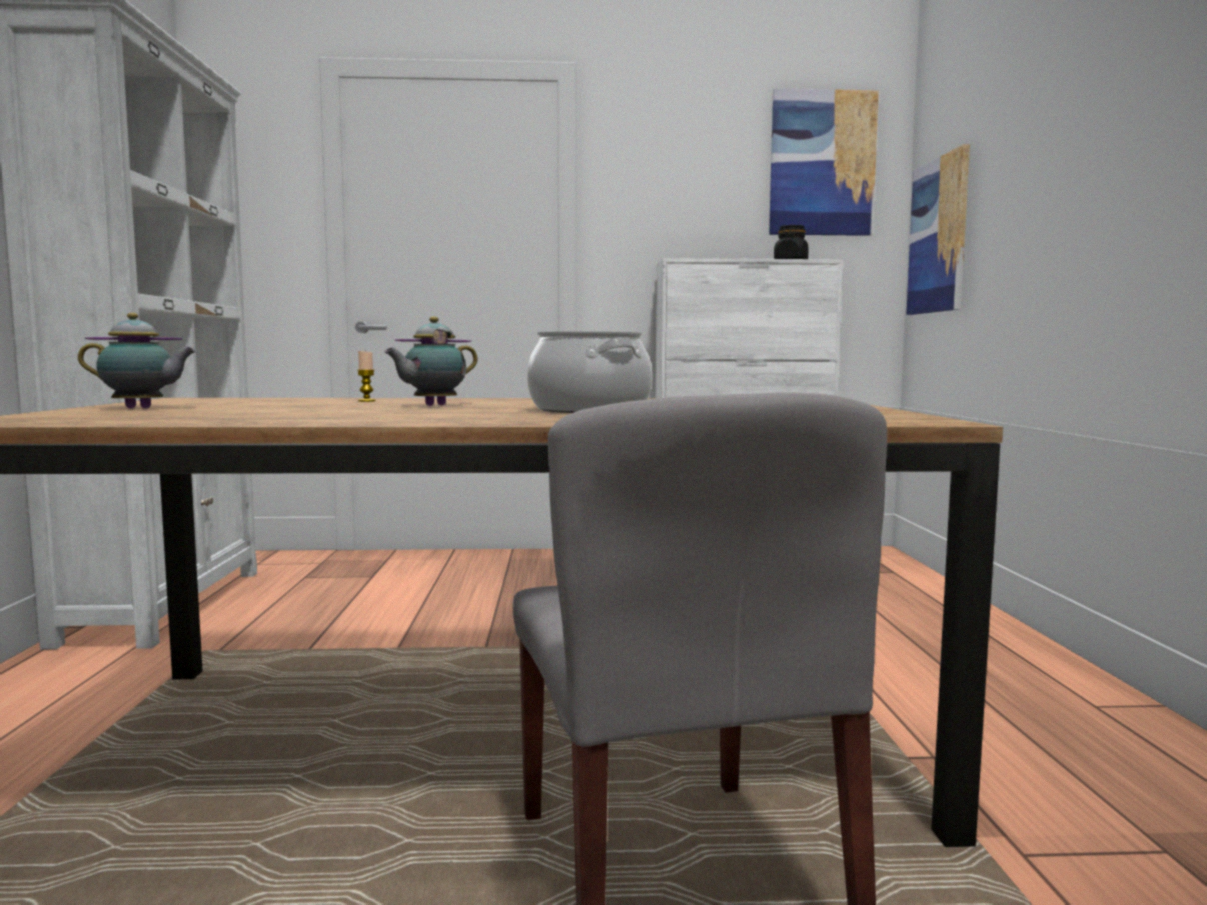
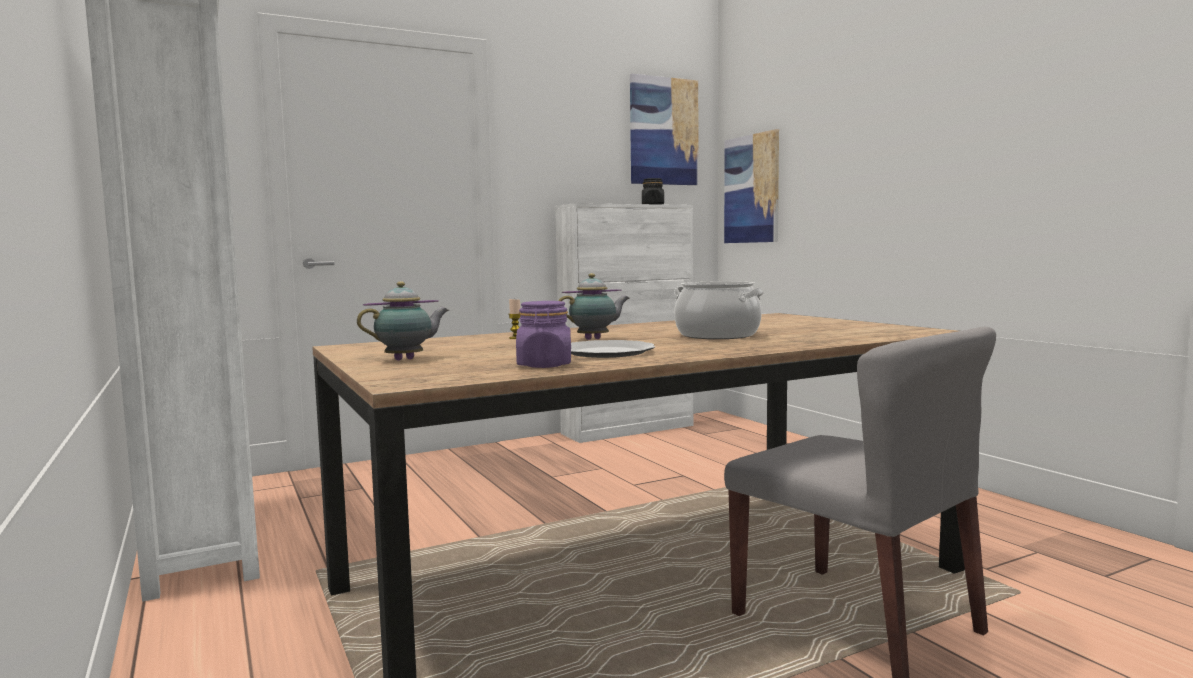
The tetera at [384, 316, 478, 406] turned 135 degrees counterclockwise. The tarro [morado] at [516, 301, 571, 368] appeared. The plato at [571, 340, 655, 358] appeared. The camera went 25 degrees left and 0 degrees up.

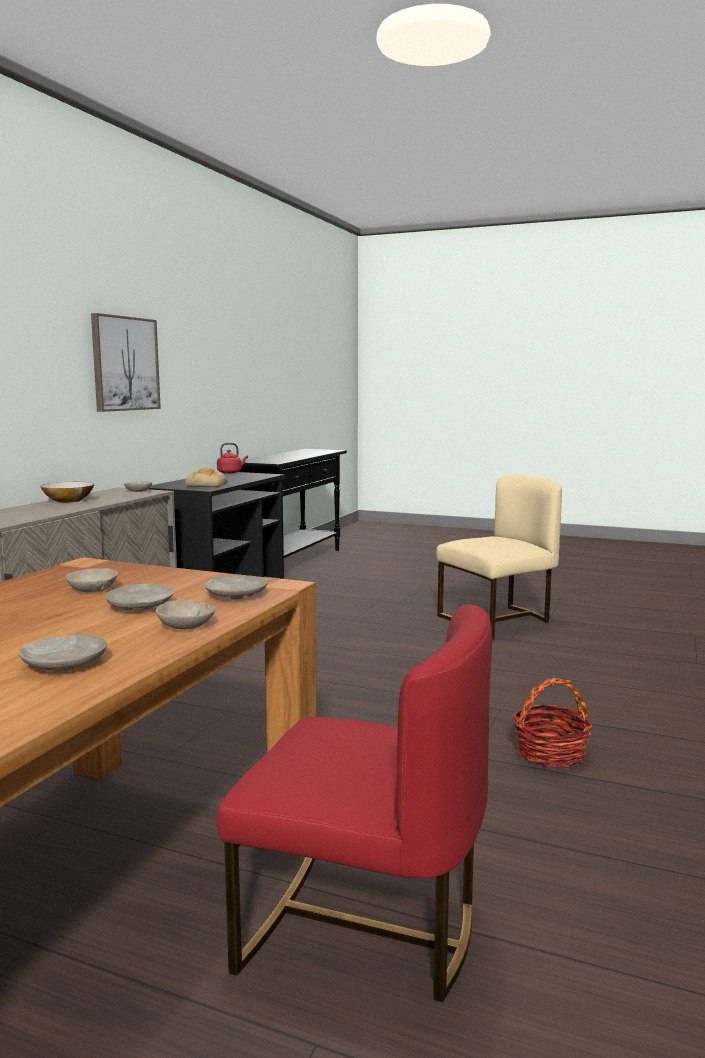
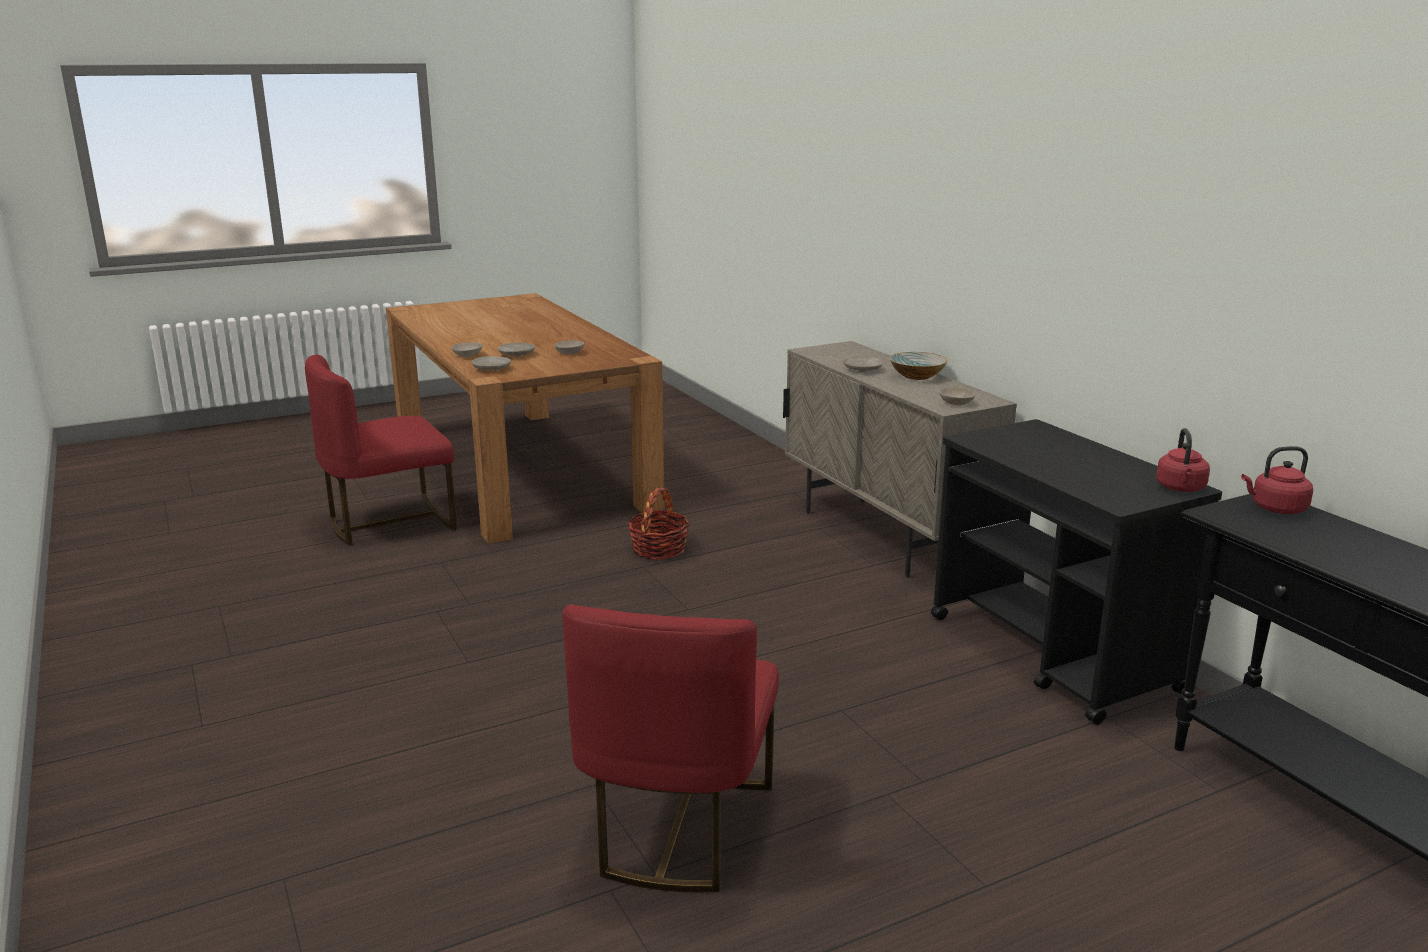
The cuadro at [91, 313, 161, 412] disappeared. The pan at [185, 468, 228, 487] disappeared. The silla [beis] at [436, 475, 562, 640] became the silla [rojo] at [562, 604, 779, 892]. The plato [beis] moved from [19, 634, 107, 671] to [843, 356, 883, 372]. The cesta moved from [513, 678, 593, 768] to [627, 487, 690, 560]. The hervidor [rojo] at [1241, 446, 1313, 514] appeared. The camera went 130 degrees right and 10 degrees up.

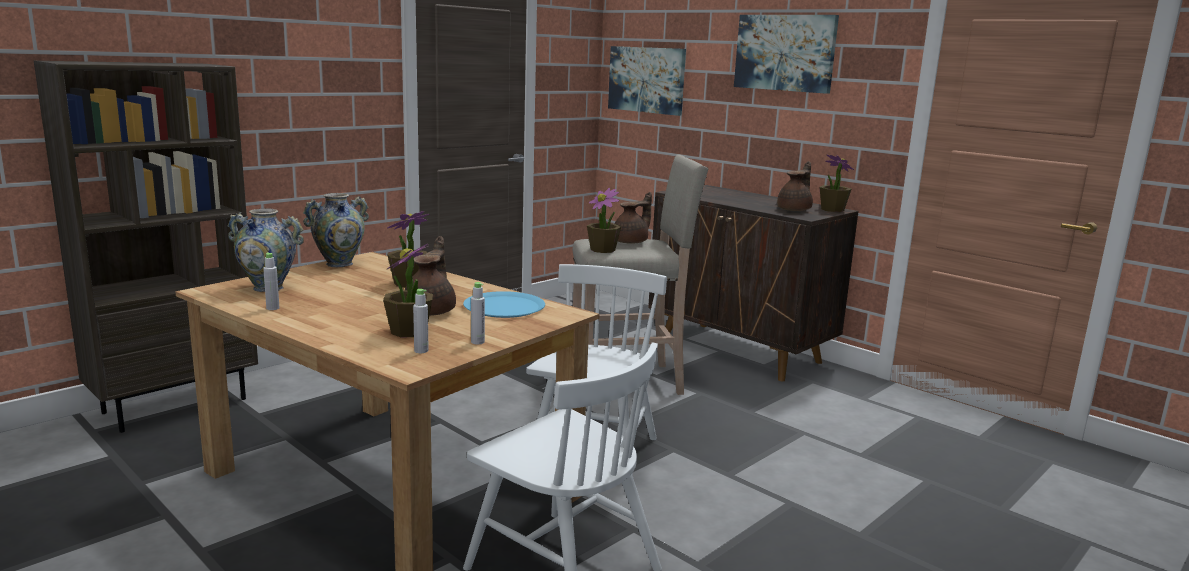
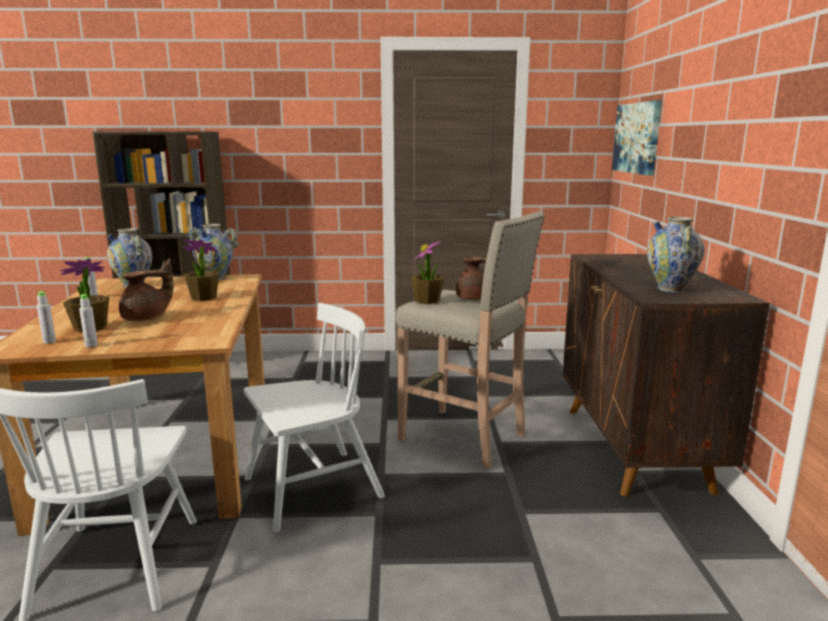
The cuadro at [734, 15, 839, 94] disappeared. The planta en maceta at [819, 155, 854, 212] disappeared. The tetera [marrón] at [777, 161, 813, 211] was replaced by the florero at [647, 217, 704, 293]. The plato [azul] at [463, 291, 545, 318] disappeared. The camera went 45 degrees right and 0 degrees up.

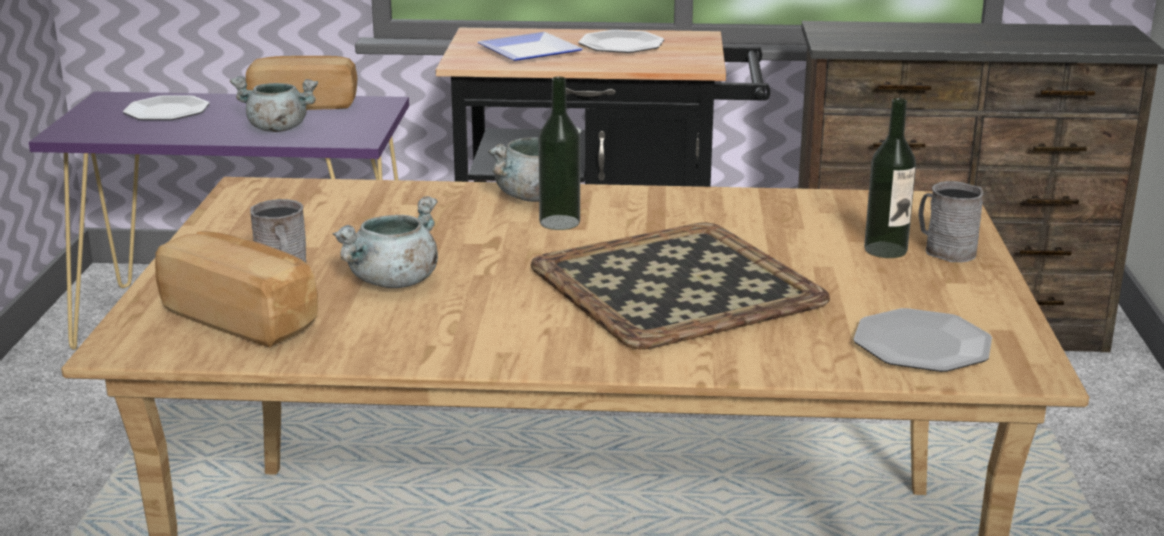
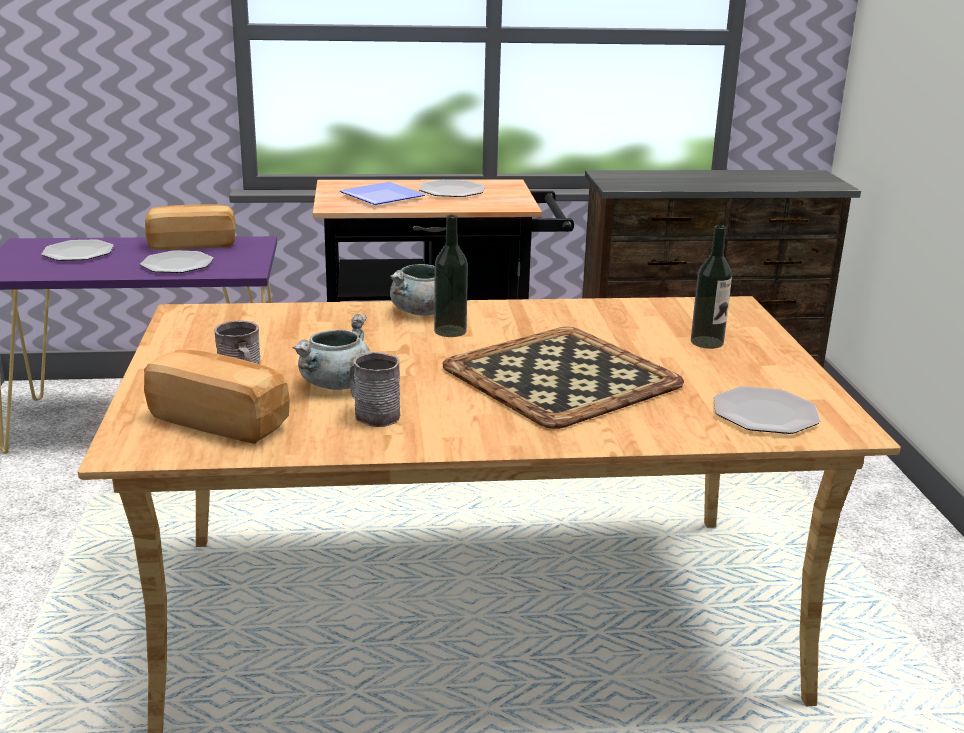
The olla [gris] at [230, 76, 318, 132] was replaced by the plato at [140, 250, 214, 273]. The taza grande [gris] moved from [919, 181, 983, 262] to [349, 352, 400, 427]. The camera went 10 degrees left and 0 degrees up.

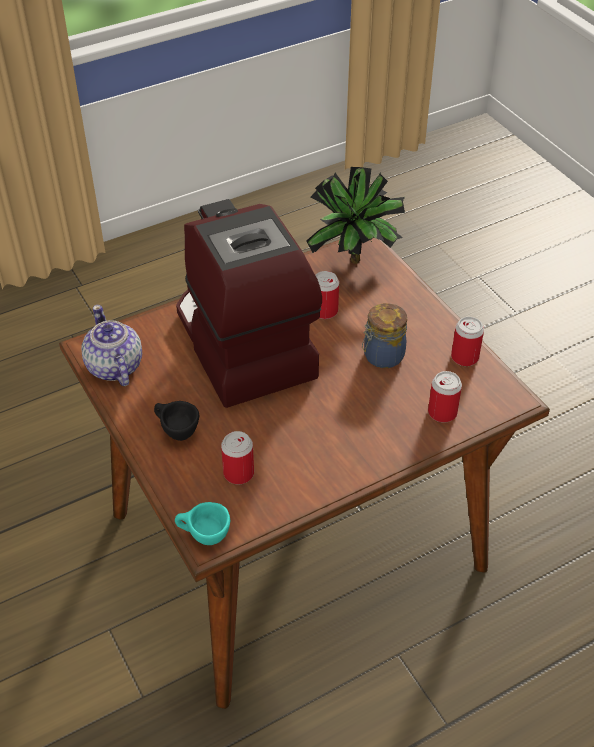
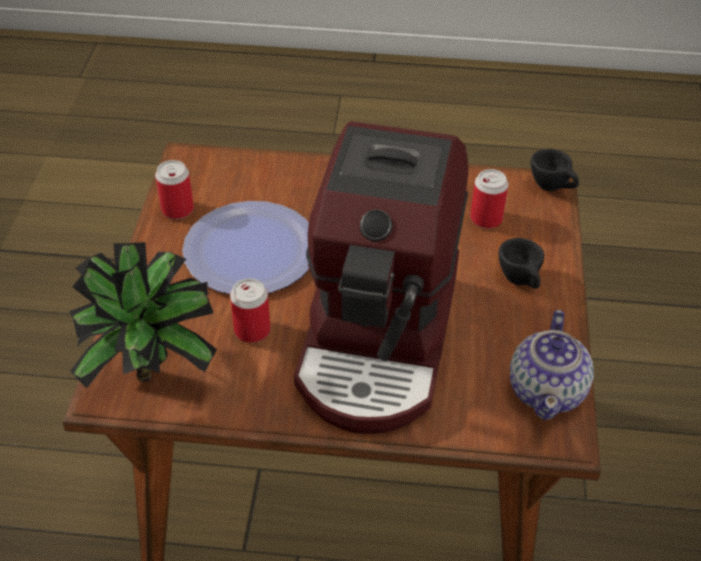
The tarro at [362, 303, 407, 368] was replaced by the plato at [182, 201, 309, 294]. The lata at [428, 371, 462, 423] disappeared. The taza [turquesa] at [175, 502, 230, 545] became the taza [negro] at [530, 149, 579, 191]. The camera went 145 degrees left and 0 degrees up.

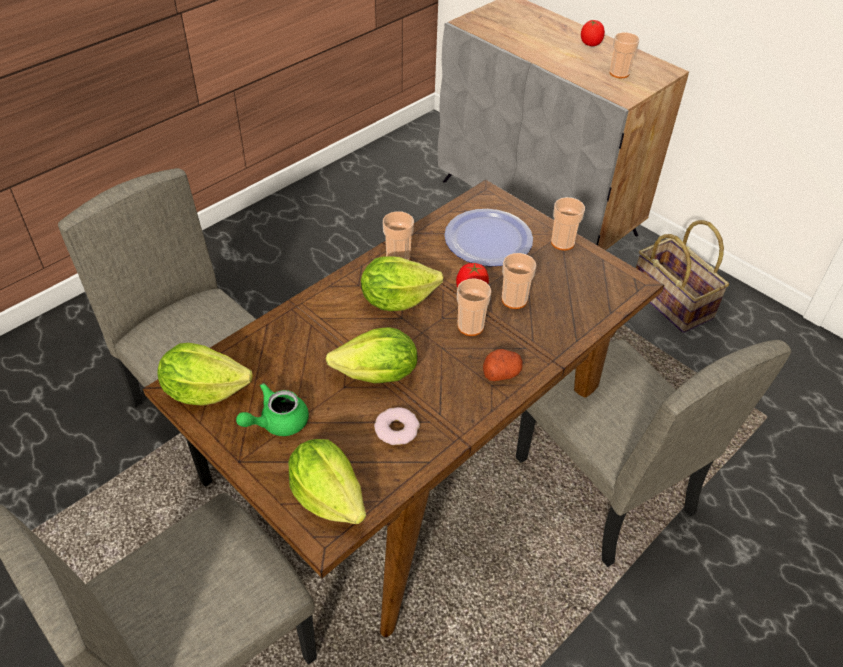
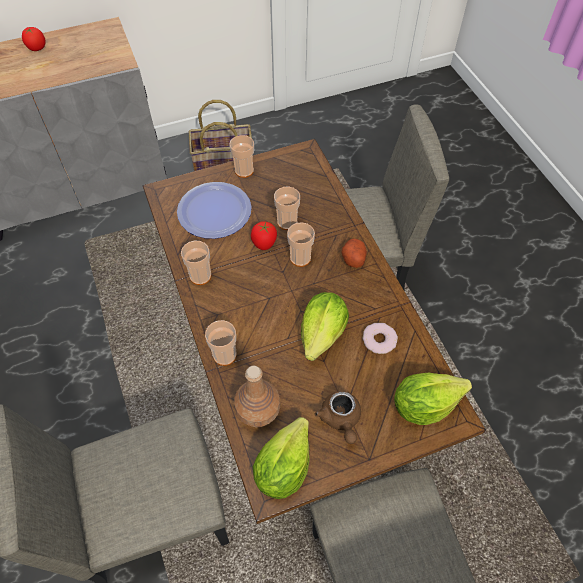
The taza moved from [610, 32, 640, 78] to [205, 320, 237, 366]. The lechuga at [361, 256, 444, 311] disappeared. The tetera [verde] at [236, 383, 309, 436] became the tetera [marrón] at [314, 391, 361, 444]. The botella [marrón] at [234, 366, 280, 428] appeared. The camera went 65 degrees left and 10 degrees up.

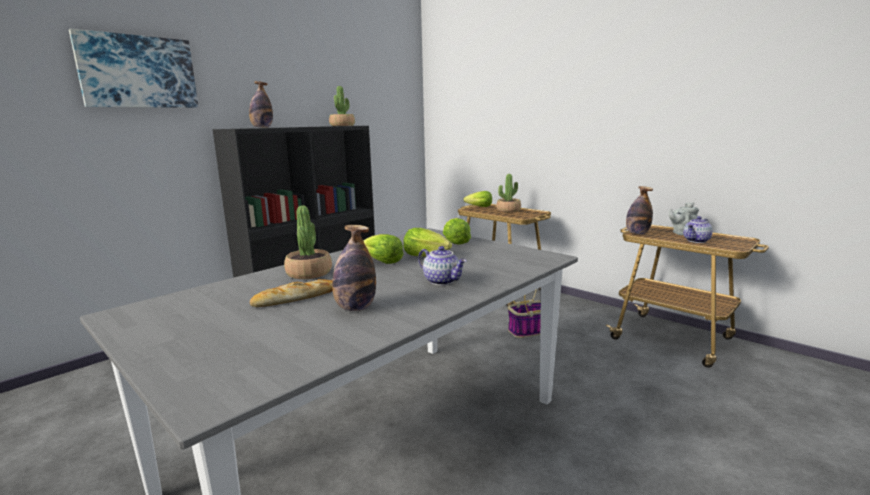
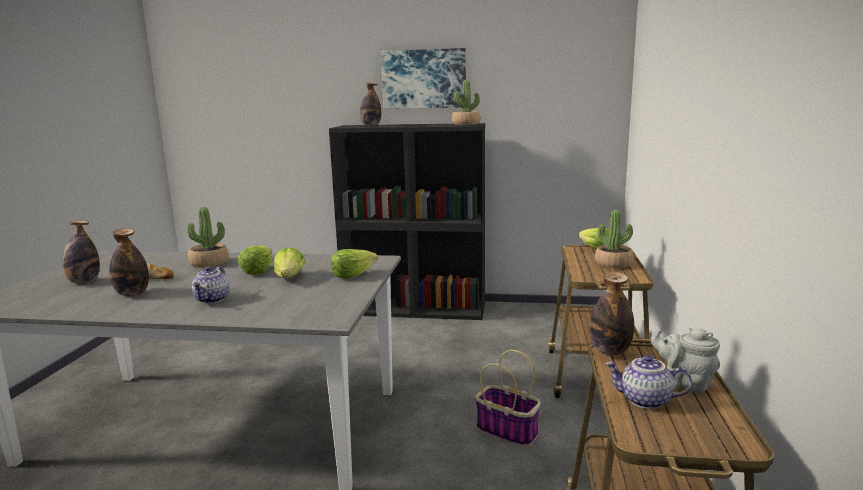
The cuadro moved from [69, 29, 199, 108] to [381, 48, 466, 109]. The botella at [63, 221, 100, 284] appeared. The camera went 55 degrees right and 0 degrees up.

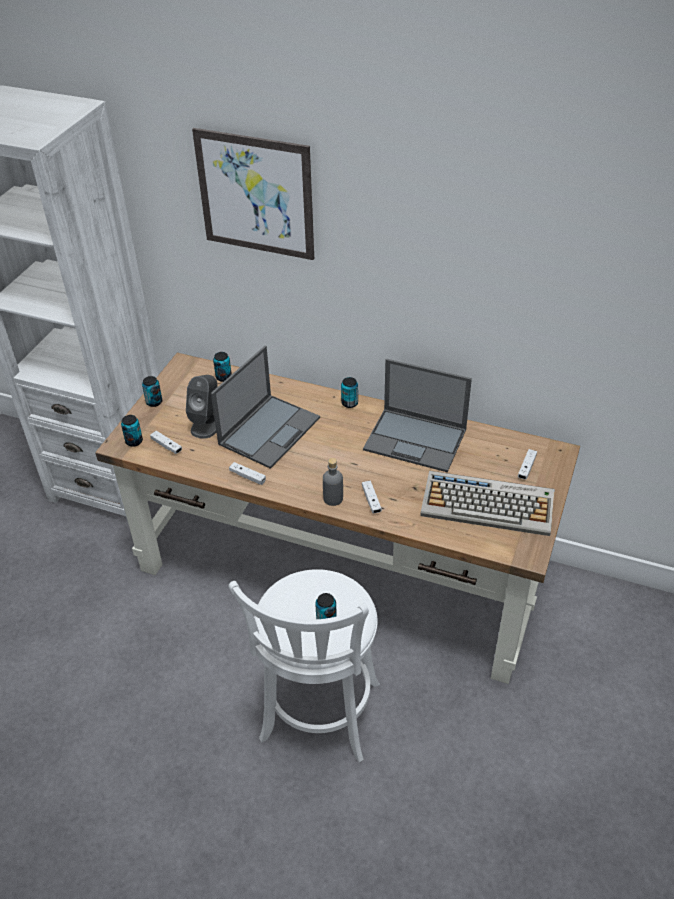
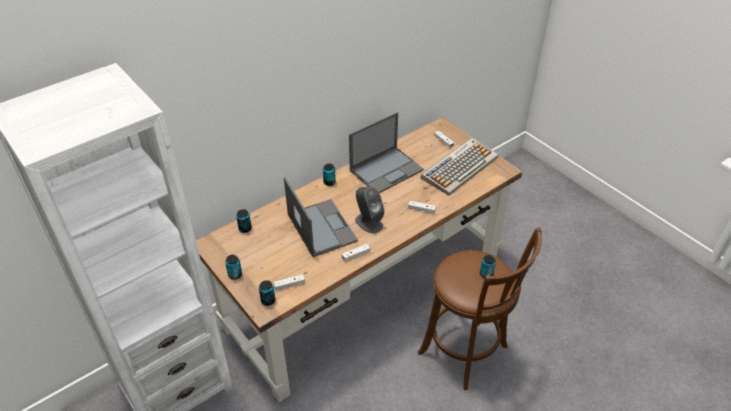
The cuadro at [192, 128, 314, 260] disappeared. The altavoz [gris] moved from [186, 375, 218, 439] to [355, 187, 385, 233]. The botella [gris] at [323, 458, 343, 506] disappeared. The taburete [blanco] at [229, 569, 380, 763] became the taburete [marrón] at [418, 228, 542, 390]. The camera went 60 degrees left and 0 degrees up.

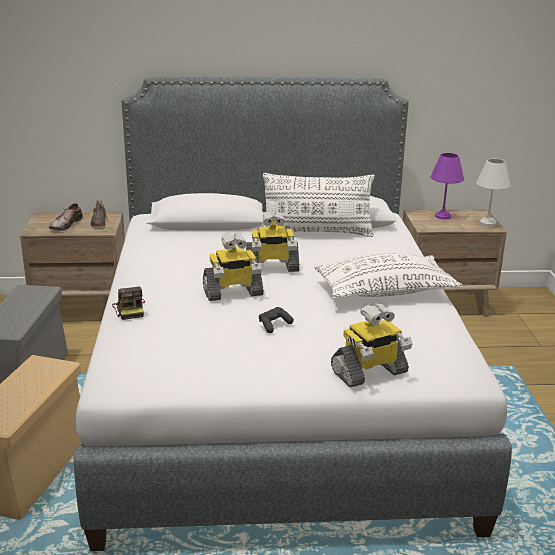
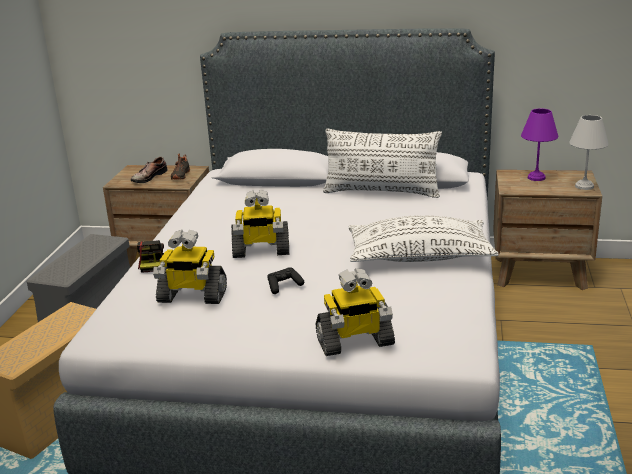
The robot de juguete moved from [246, 211, 299, 272] to [153, 230, 227, 304]. The camera went 15 degrees right and 0 degrees up.

